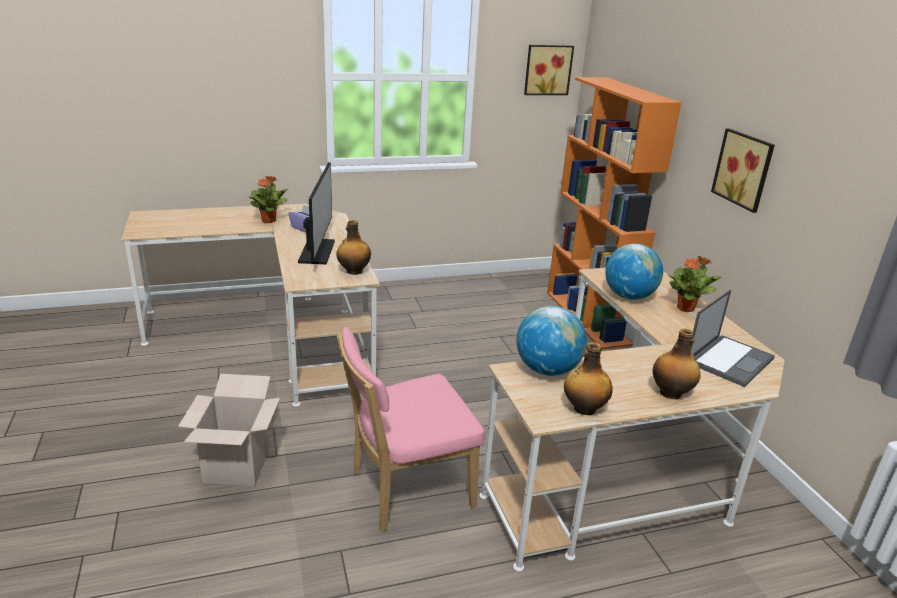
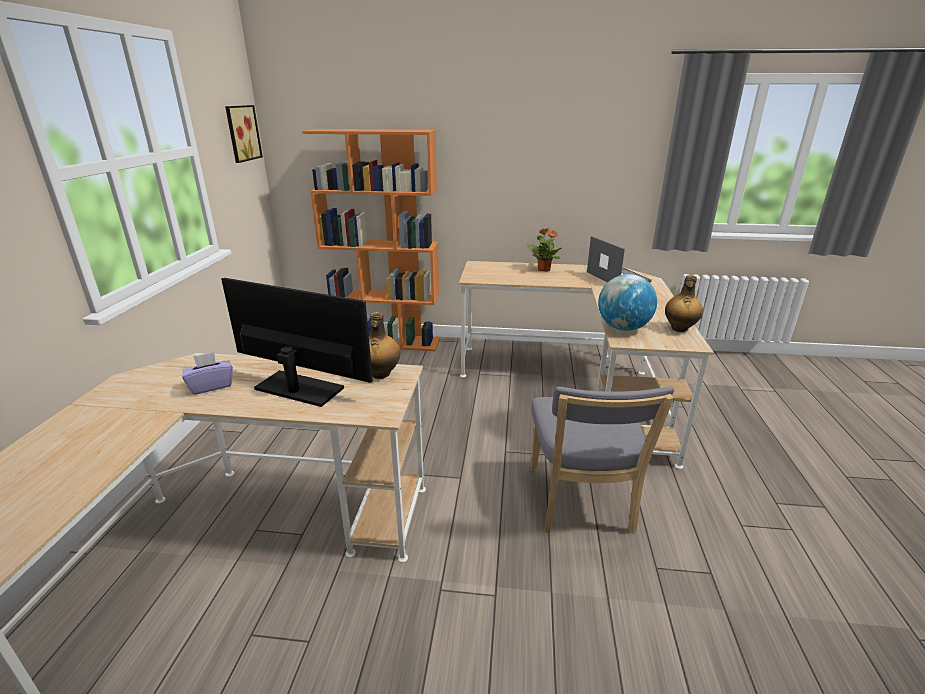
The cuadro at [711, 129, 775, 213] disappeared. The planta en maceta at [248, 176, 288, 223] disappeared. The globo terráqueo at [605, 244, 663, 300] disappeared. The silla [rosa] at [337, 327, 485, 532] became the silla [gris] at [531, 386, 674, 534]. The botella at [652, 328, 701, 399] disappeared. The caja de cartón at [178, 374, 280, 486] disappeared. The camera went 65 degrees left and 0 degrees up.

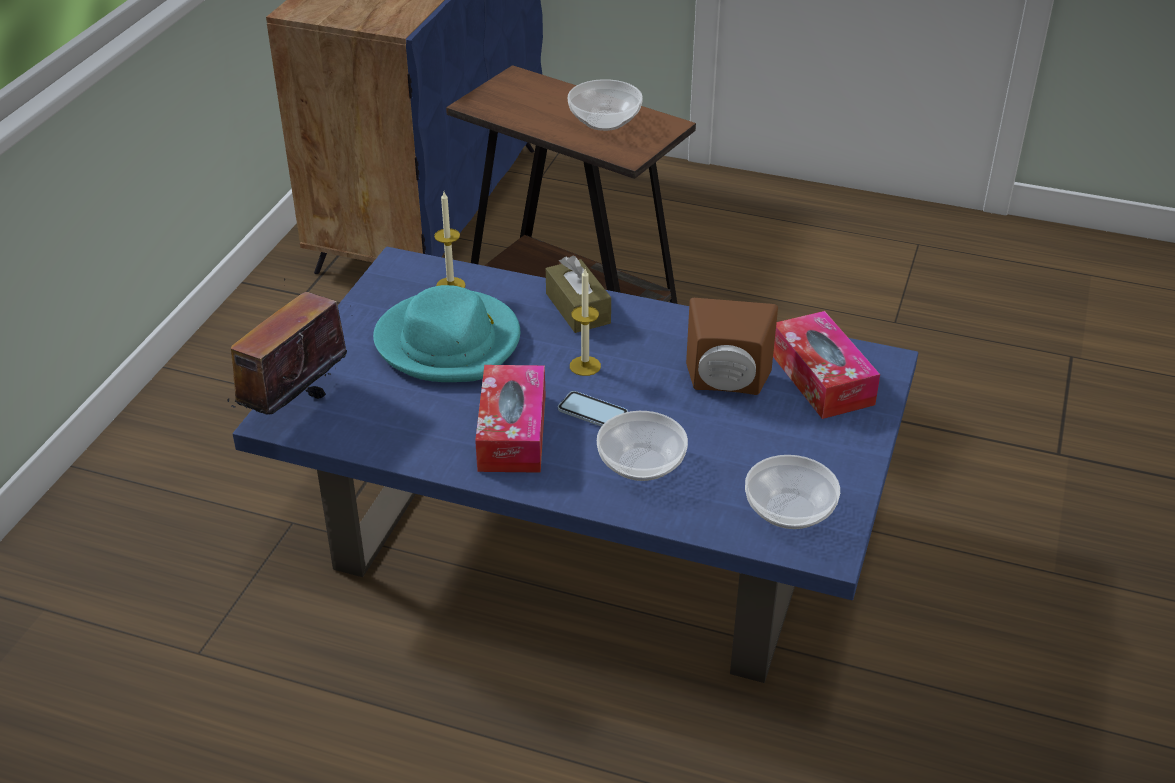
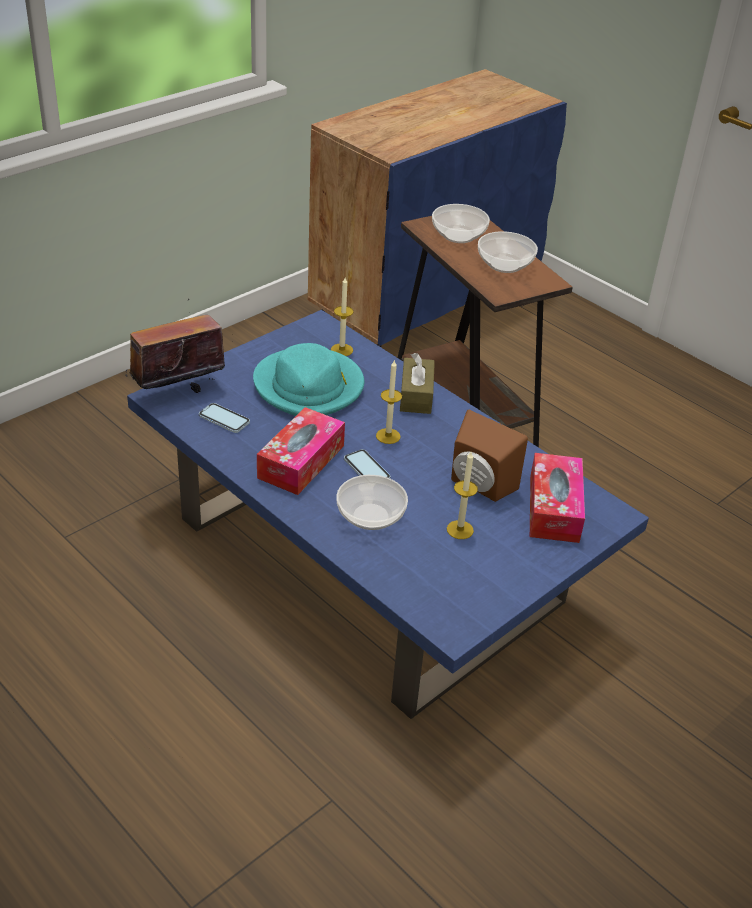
The cuenco moved from [745, 455, 840, 529] to [432, 204, 490, 243]. The móvil at [199, 403, 250, 433] appeared. The vela at [447, 452, 478, 539] appeared. The camera went 25 degrees right and 0 degrees up.

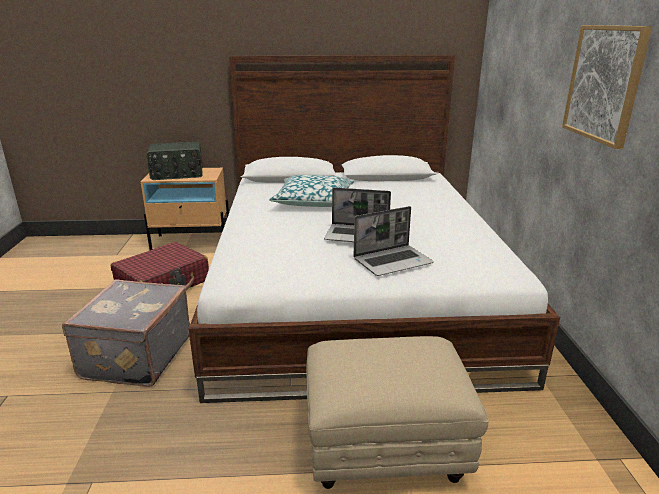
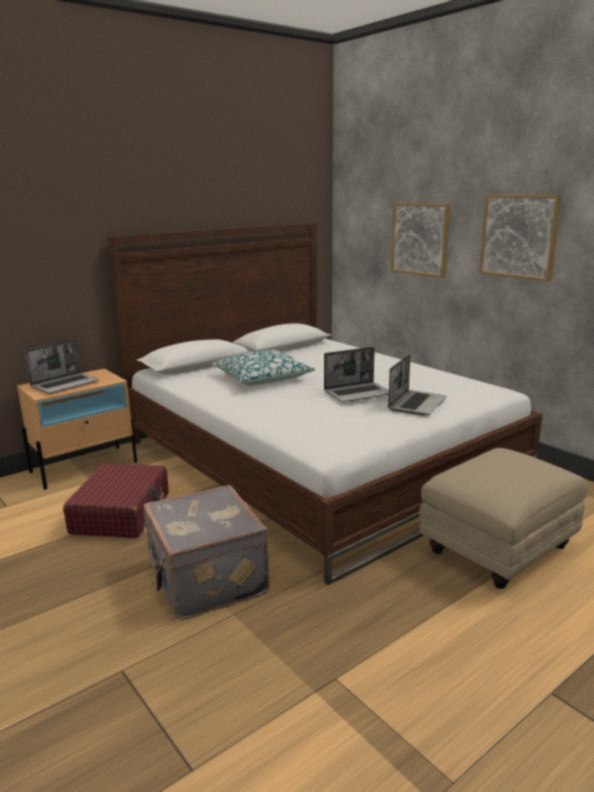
The radio at [146, 142, 203, 180] was replaced by the portátil at [25, 339, 99, 394]. The cuadro at [391, 203, 451, 278] appeared. The camera went 35 degrees left and 5 degrees down.

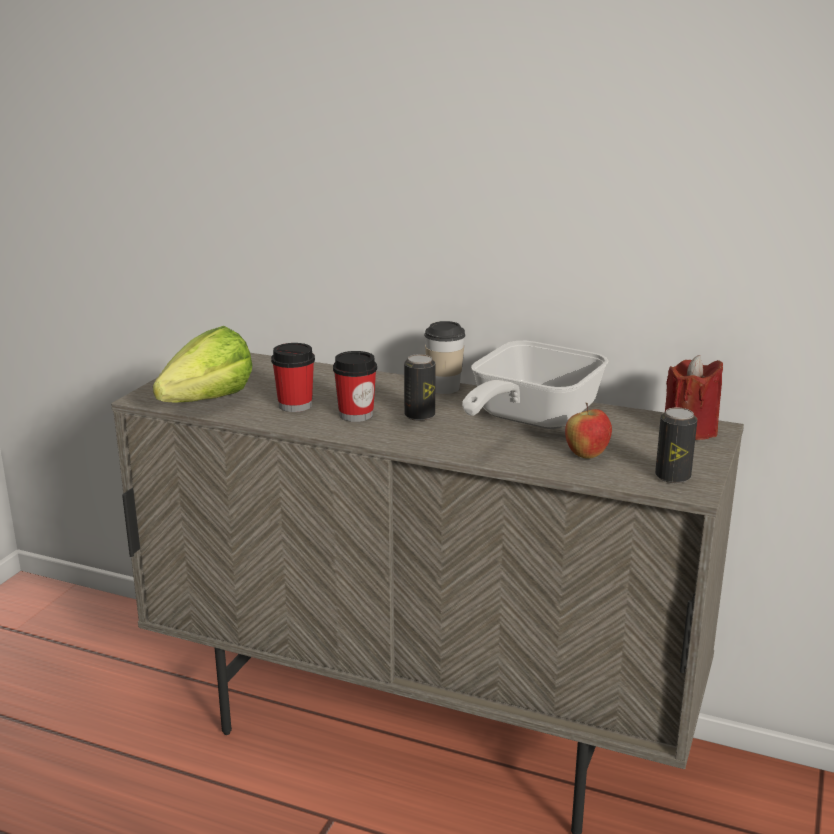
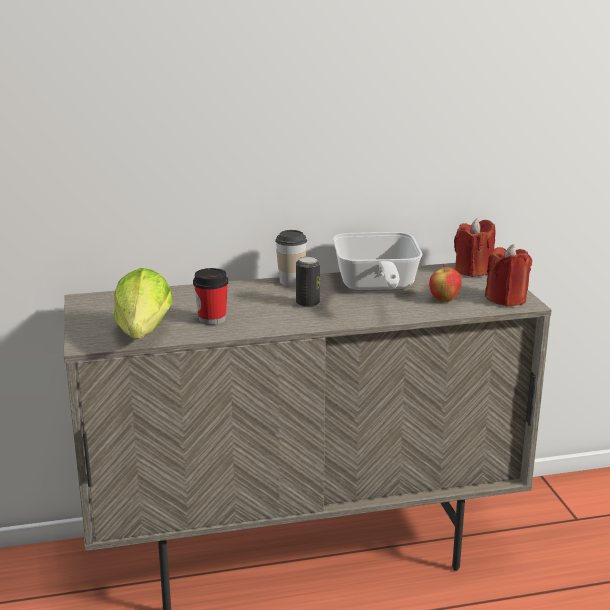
The taza at [333, 351, 377, 422] disappeared. The lata at [655, 407, 697, 483] was replaced by the vela [rojo] at [485, 244, 532, 307]. The camera went 35 degrees left and 0 degrees up.

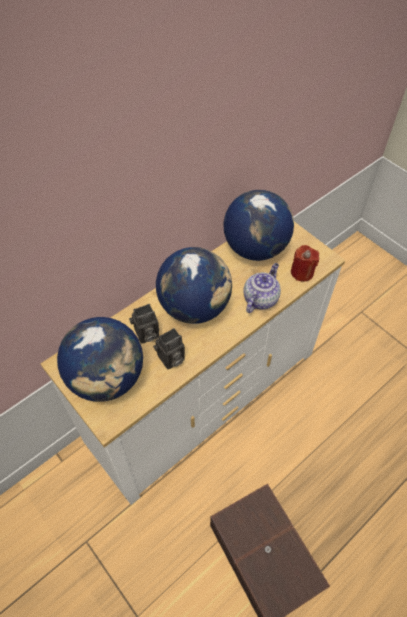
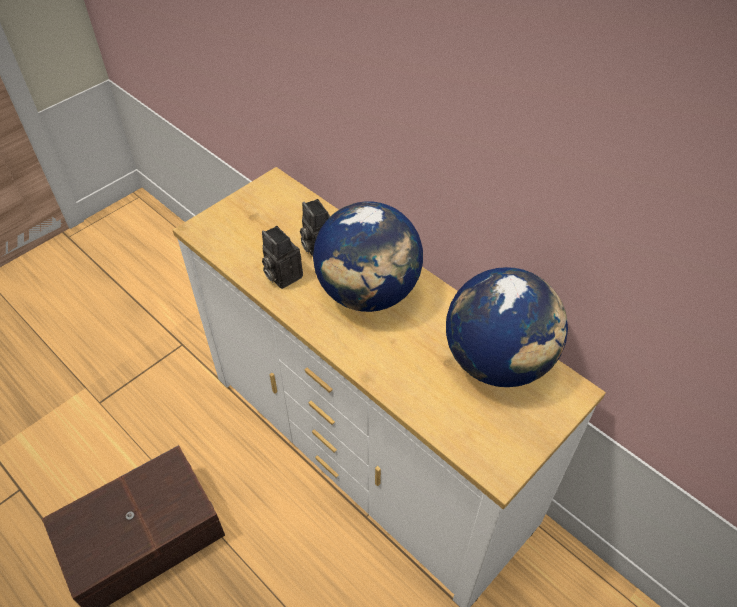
The vela [rojo] at [291, 245, 319, 282] disappeared. The tetera at [243, 263, 281, 313] disappeared. The globo terráqueo at [57, 317, 143, 402] disappeared. The camera went 85 degrees right and 5 degrees down.

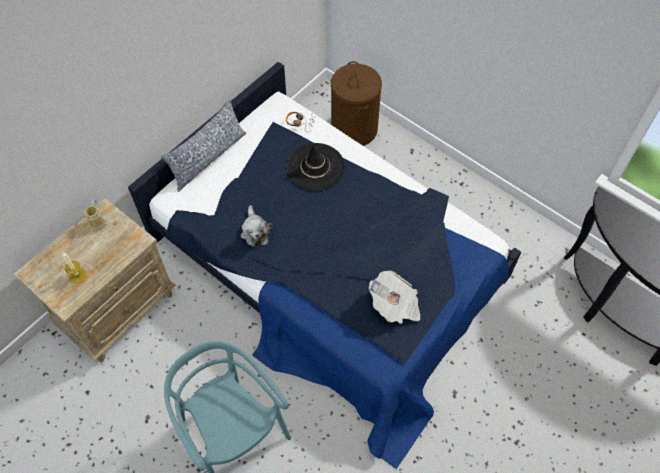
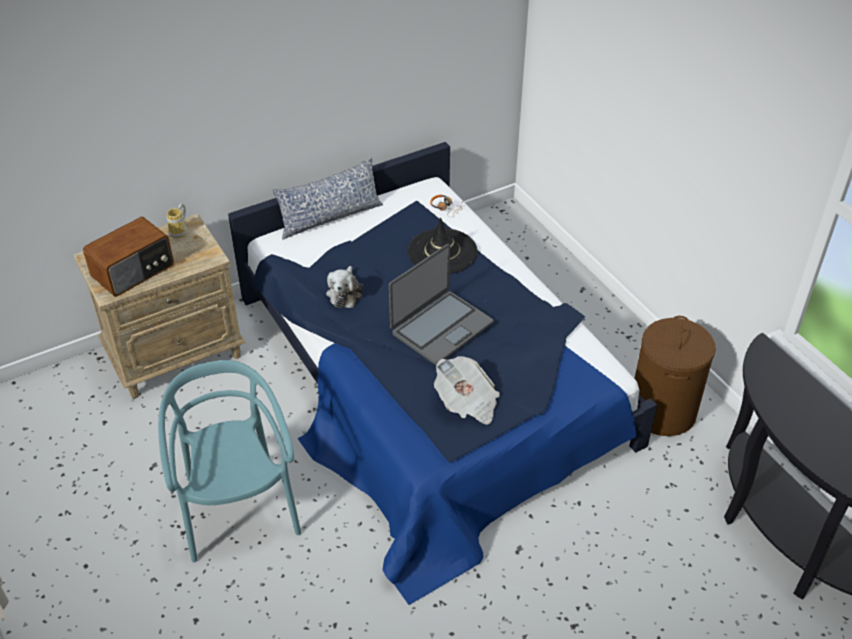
The cesto de la ropa [marrón] moved from [331, 61, 382, 146] to [634, 316, 716, 436]. The vela at [62, 252, 87, 284] was replaced by the radio at [83, 217, 174, 297]. The portátil at [389, 244, 493, 365] appeared. The camera went 20 degrees right and 15 degrees down.

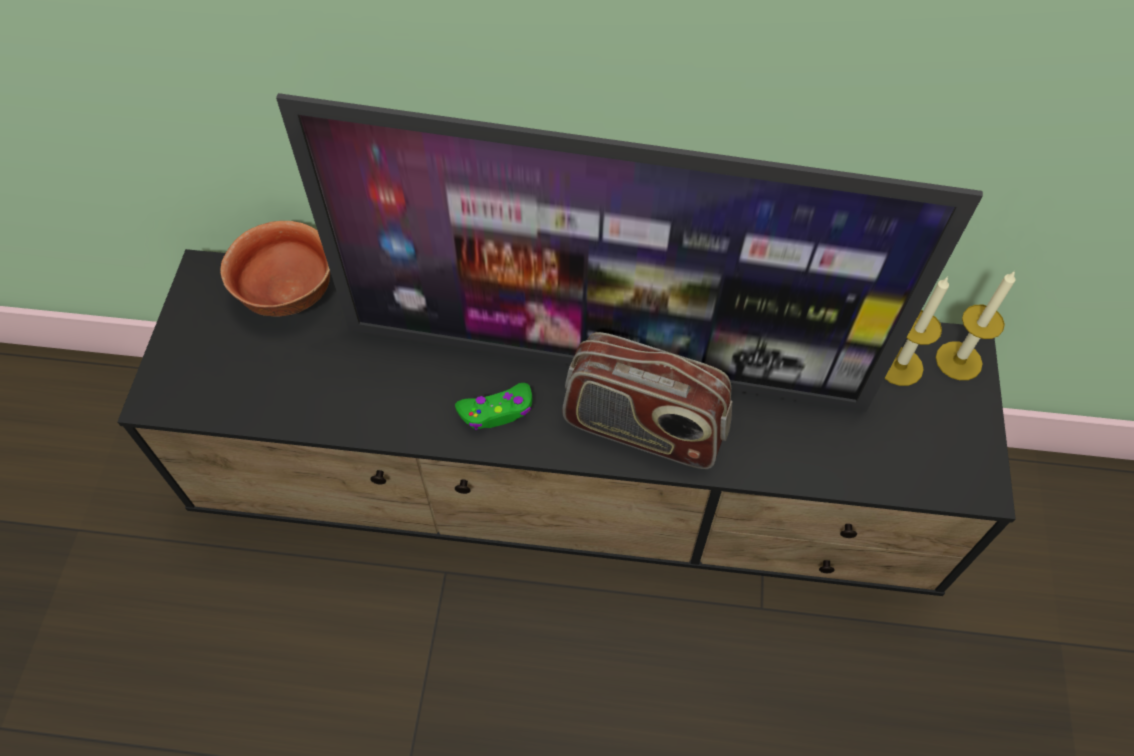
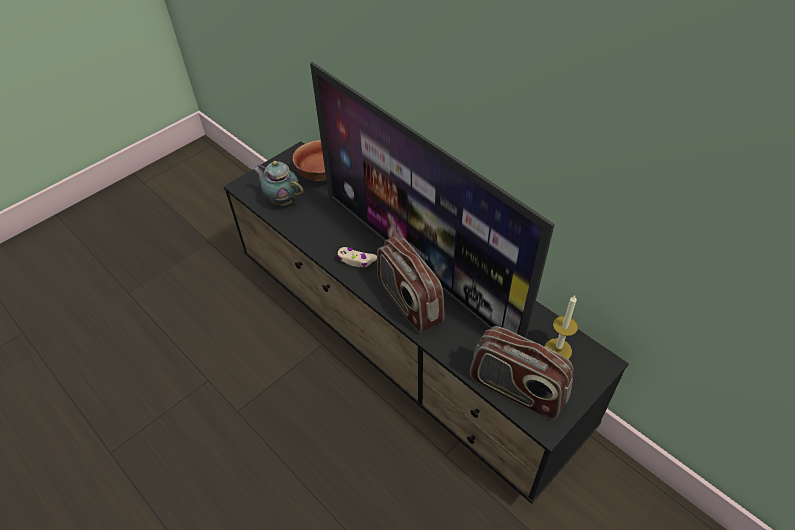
The vela at [936, 270, 1016, 380] disappeared. The mando de consola [verde] at [455, 383, 532, 430] became the mando de consola [beis] at [337, 247, 377, 267]. The tetera at [252, 161, 304, 206] appeared. The radio at [469, 326, 573, 420] appeared. The camera went 40 degrees right and 10 degrees down.

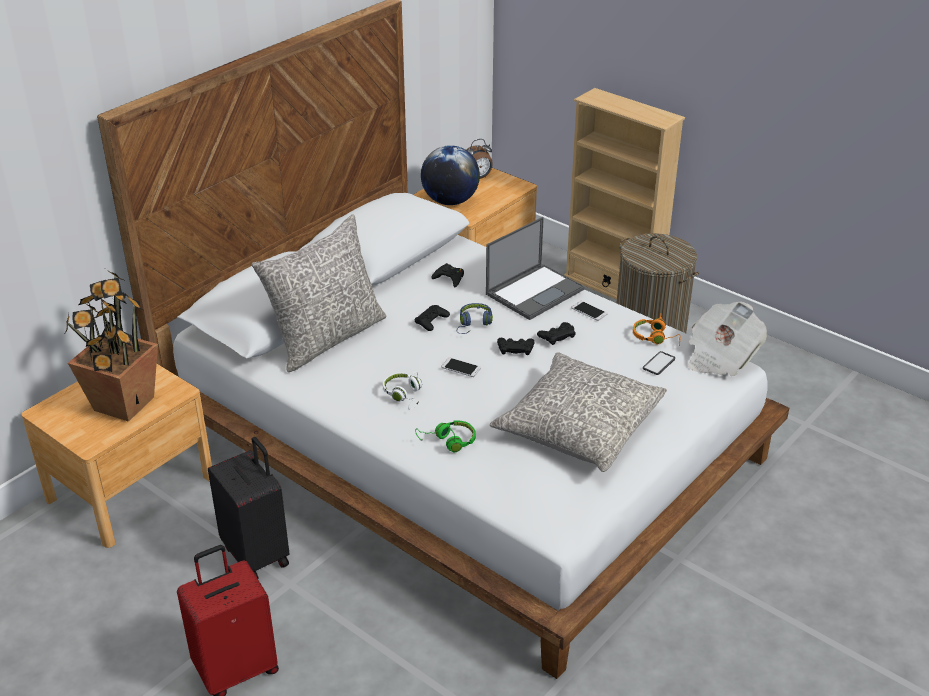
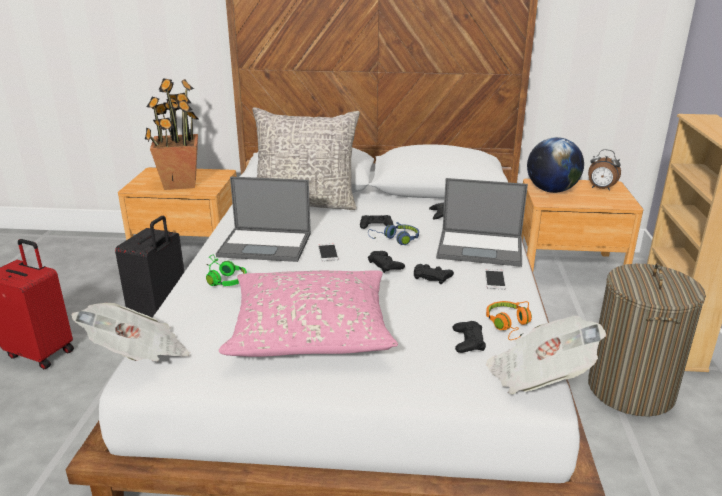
The móvil at [643, 351, 675, 375] was replaced by the mando de consola [negro] at [452, 321, 486, 353]. The cojín [gris] at [490, 352, 667, 472] became the cojín [rosa] at [218, 270, 398, 357]. The auriculares [blanco] at [383, 372, 422, 410] was replaced by the portátil at [216, 176, 311, 262]. The periódico at [71, 303, 190, 361] appeared. The camera went 55 degrees right and 10 degrees down.

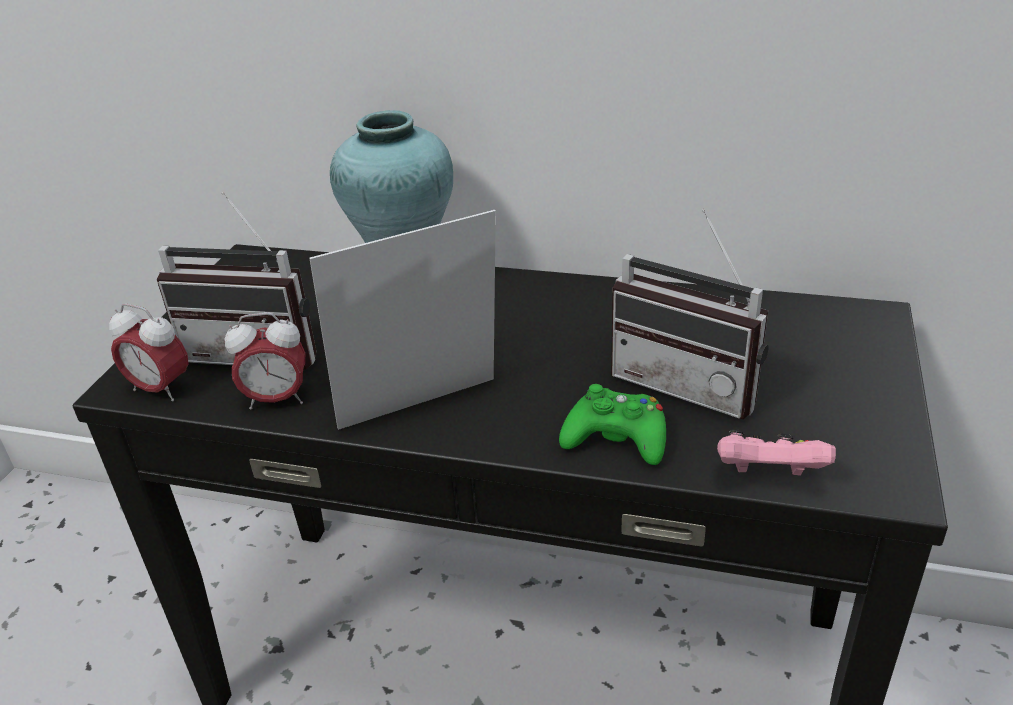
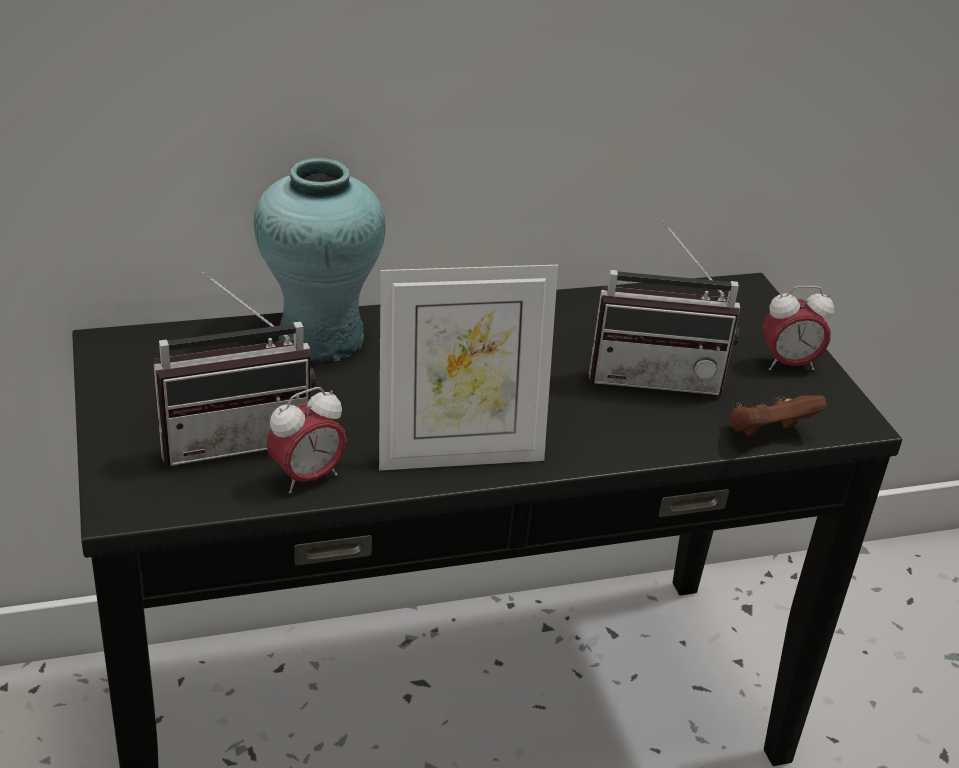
The portarretratos at [310, 210, 496, 430] turned 135 degrees counterclockwise. The despertador moved from [109, 304, 189, 401] to [762, 286, 834, 371]. The mando de consola [verde] at [559, 384, 666, 465] disappeared. The mando de consola [rosa] at [717, 429, 836, 476] became the mando de consola [marrón] at [729, 395, 827, 437]. The camera went 35 degrees left and 0 degrees up.

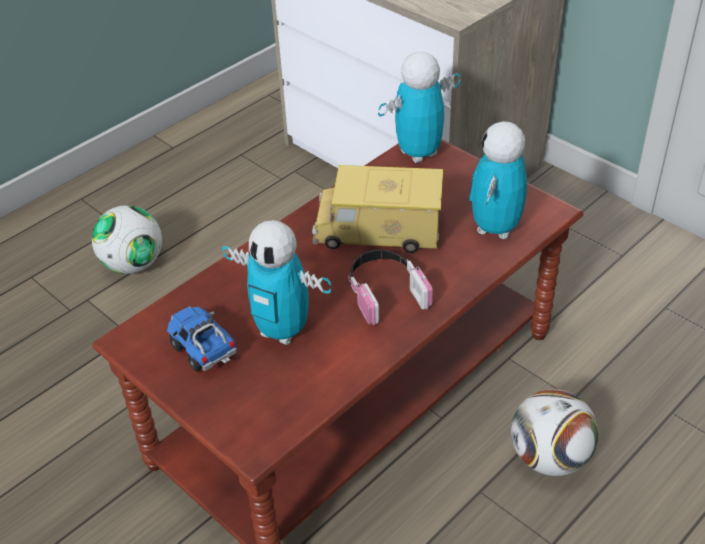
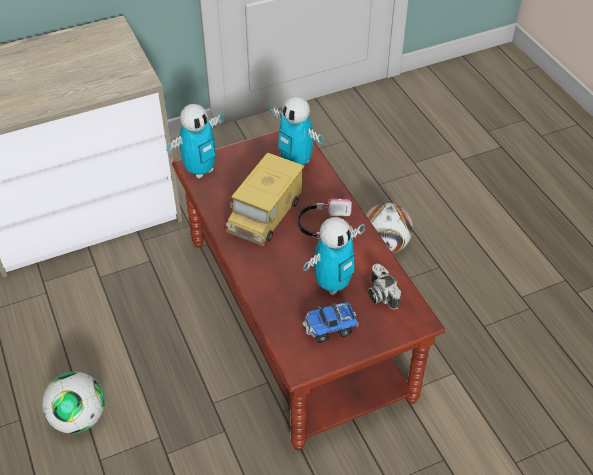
The robot de juguete at [378, 51, 460, 163] turned 120 degrees counterclockwise. The cámara at [368, 263, 401, 310] appeared. The camera went 70 degrees left and 5 degrees up.

